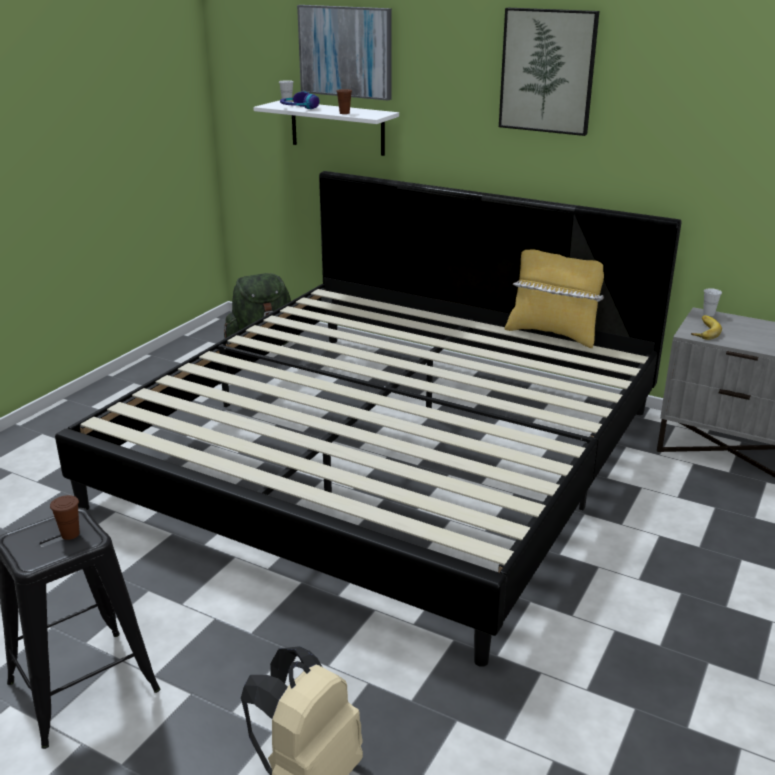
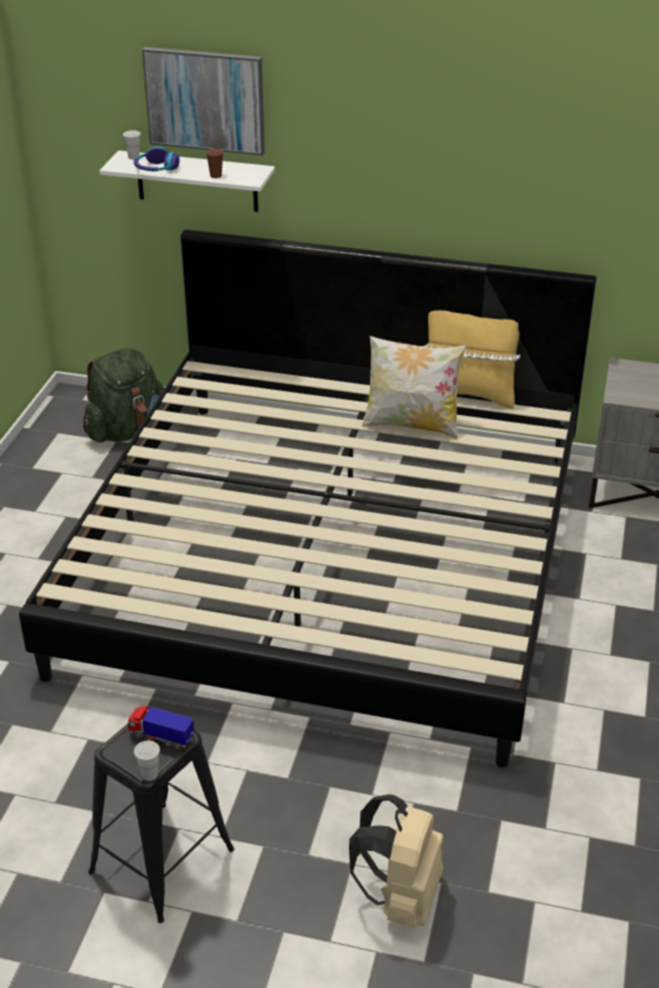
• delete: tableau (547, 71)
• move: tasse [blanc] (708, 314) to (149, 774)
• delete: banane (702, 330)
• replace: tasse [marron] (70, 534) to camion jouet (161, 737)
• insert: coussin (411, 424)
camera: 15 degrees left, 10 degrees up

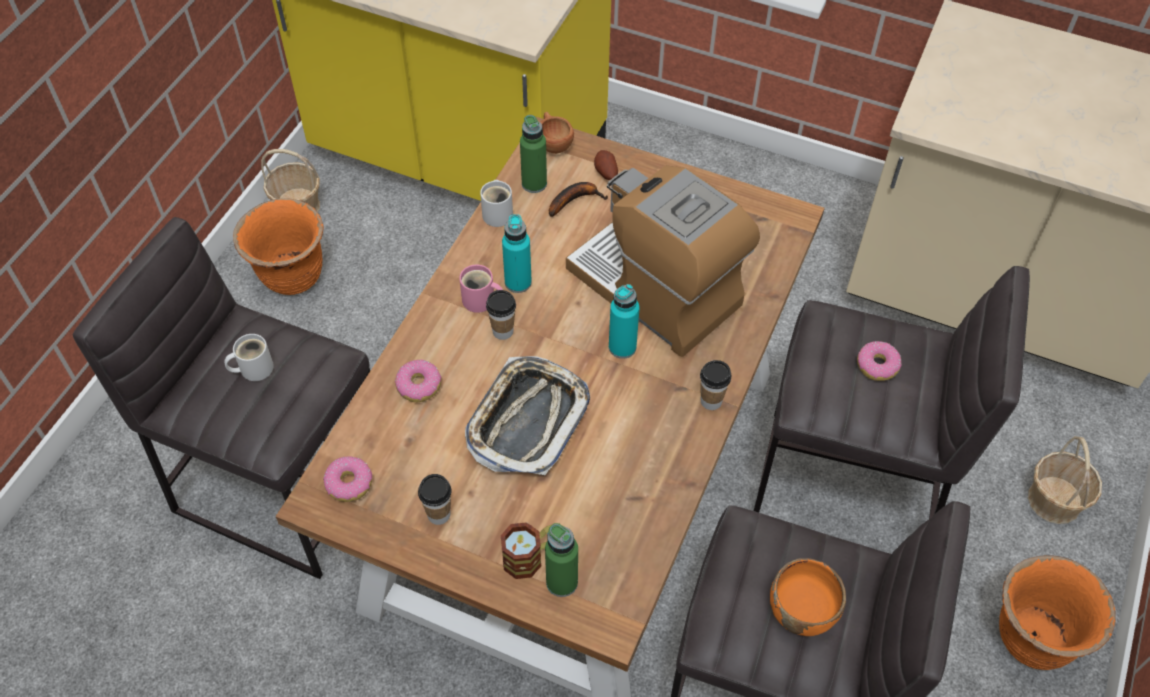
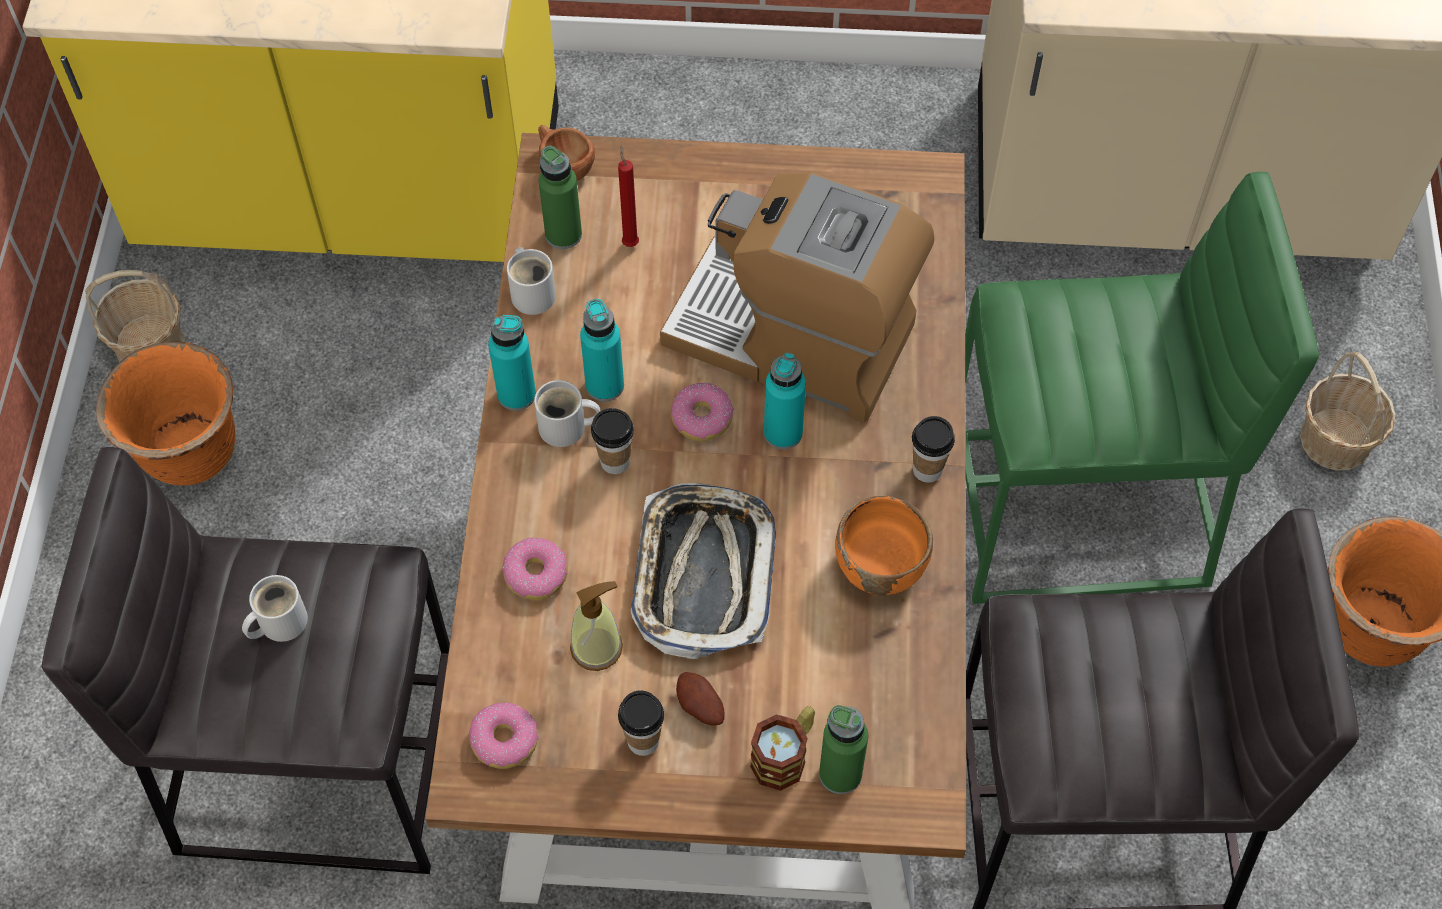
• move: pomme de terre (605, 173) to (699, 707)
• replace: banane (575, 200) to bougie [rouge] (630, 242)
• recolor: mug [rose] (481, 301) to mug [blanc] (566, 428)
• recolor: tabouret [gris] (847, 490) to tabouret [vert] (1078, 512)
• move: beignet (877, 365) to (701, 418)
• move: bol [orange] (802, 611) to (881, 566)
• insert: bouteille [turquoise] (516, 394)
• insert: distributeur de savon (597, 647)
camera: 20 degrees left, 5 degrees up

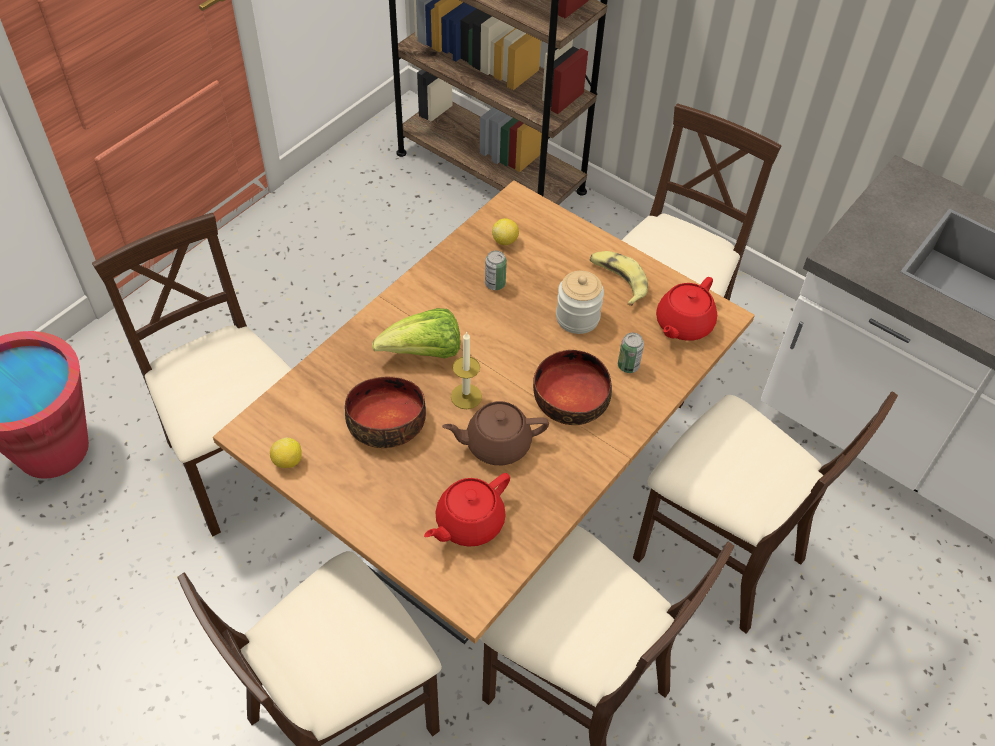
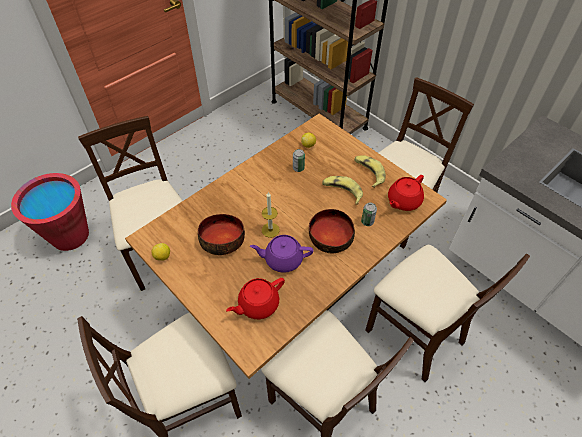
• replace: bocal (577, 318) to banane (342, 191)
• delete: laitue (424, 353)
• recolor: théière [marron] (496, 444) to théière [violet] (283, 259)
camera: 10 degrees right, 0 degrees up

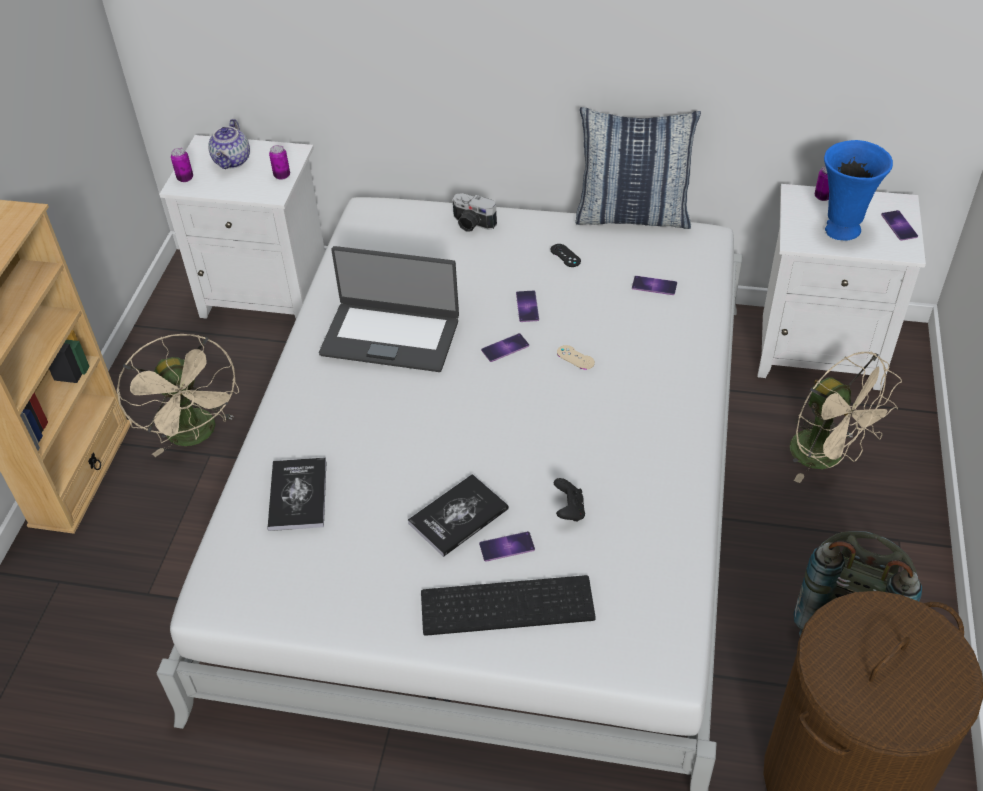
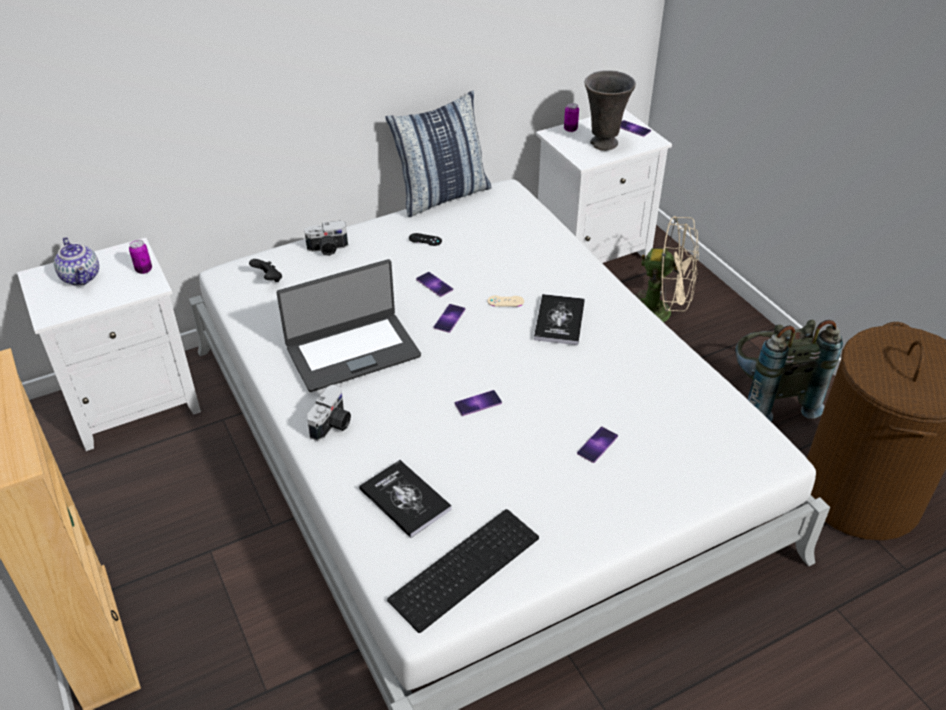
• recolor: vase [bleu] (841, 230) to vase [gris] (603, 144)
• delete: boîte métallique (185, 178)
• move: téléphone (654, 285) to (478, 403)
• delete: ventilateur [beige] (196, 435)
• move: livre (458, 516) to (559, 321)
• move: manette [noir] (569, 510) to (268, 279)
• move: clavier (508, 603) to (464, 565)
• insert: appareil photo (333, 424)
camera: 40 degrees left, 5 degrees down

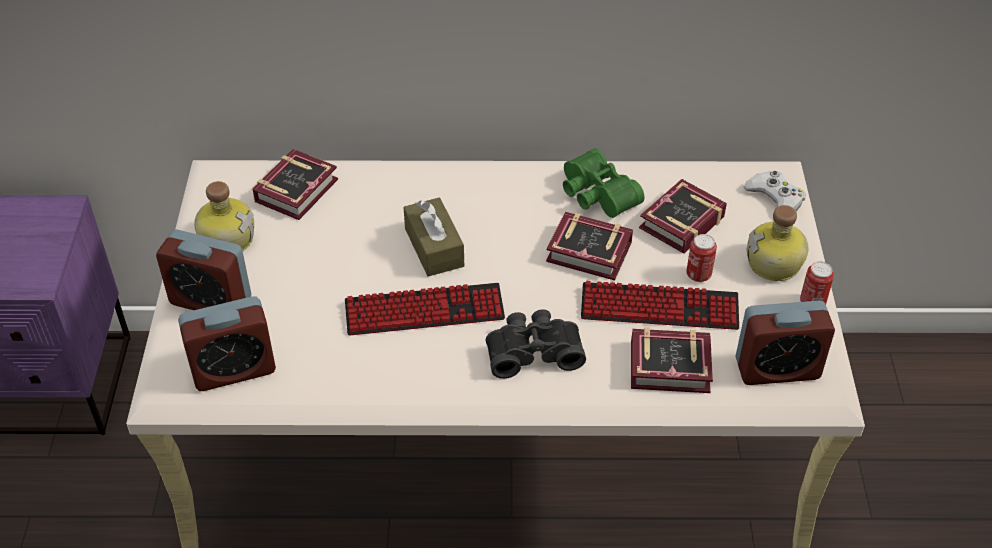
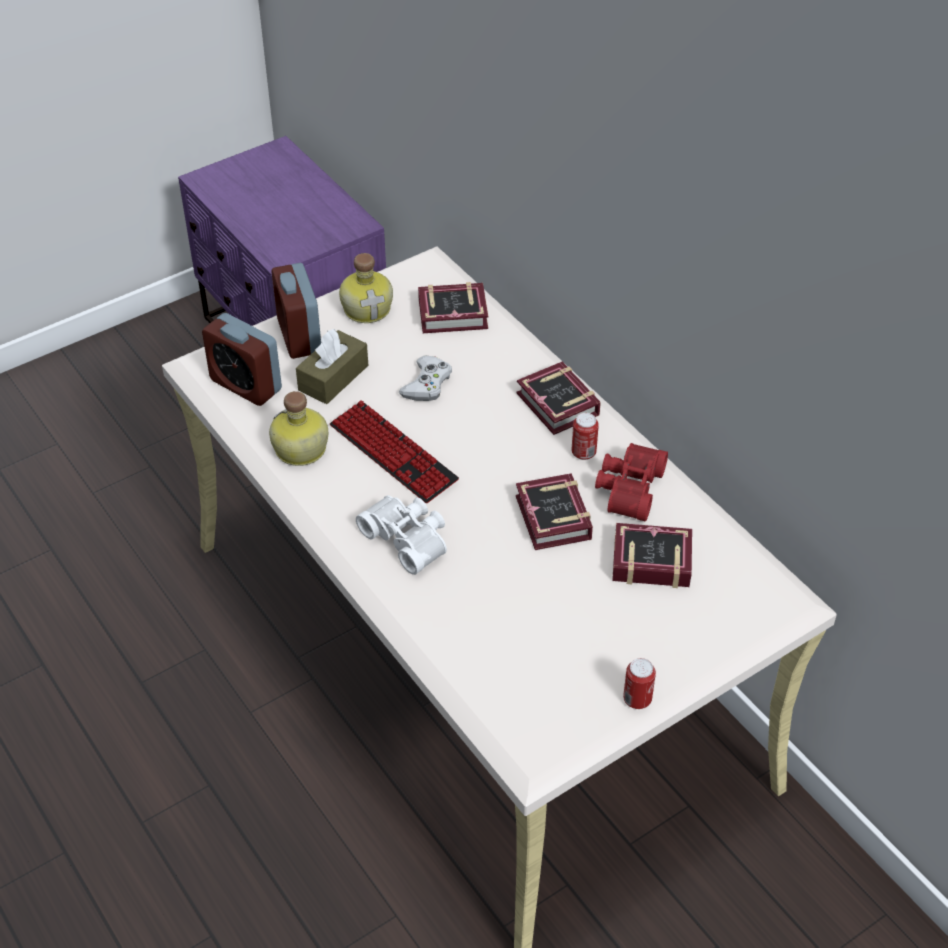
• recolor: jumelles [vert] (595, 195) to jumelles [rouge] (627, 488)
• move: manette [blanc] (775, 198) to (427, 384)
• move: boîte à mouchoirs [marron] (434, 247) to (333, 378)
• move: bouteille (775, 264) to (300, 450)
• move: boîte métallique (698, 275) to (583, 453)
• delete: clavier (659, 308)
• delete: réveil (777, 369)
• recolor: jumelles [noir] (533, 351) to jumelles [blanc] (408, 538)
• move: livre (673, 369) to (557, 407)
camera: 55 degrees right, 0 degrees up

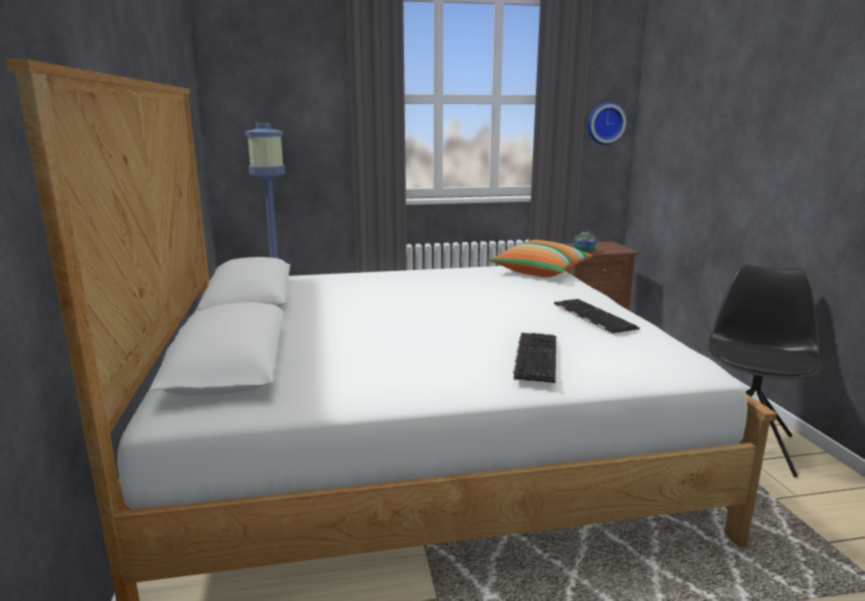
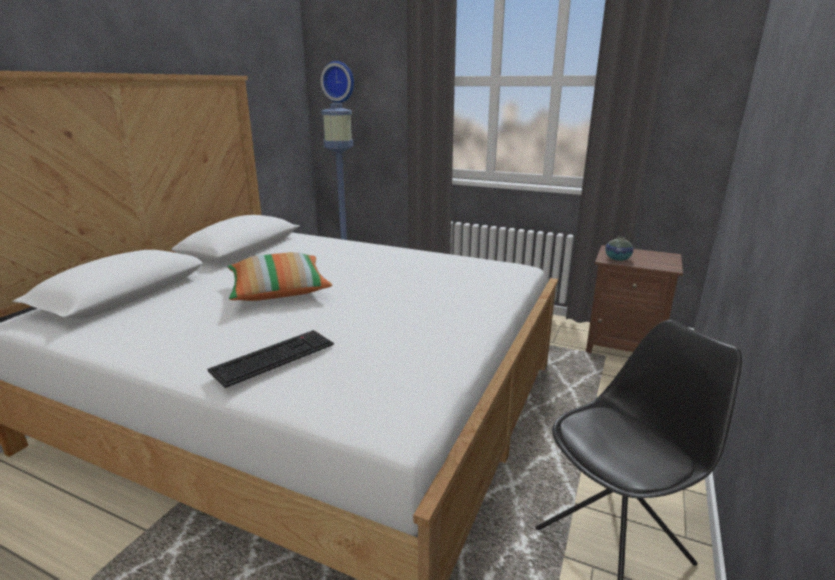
• move: horloge murale (605, 123) to (339, 82)
• move: coussin (541, 272) to (278, 291)
• delete: clavier (592, 316)
camera: 35 degrees right, 5 degrees up

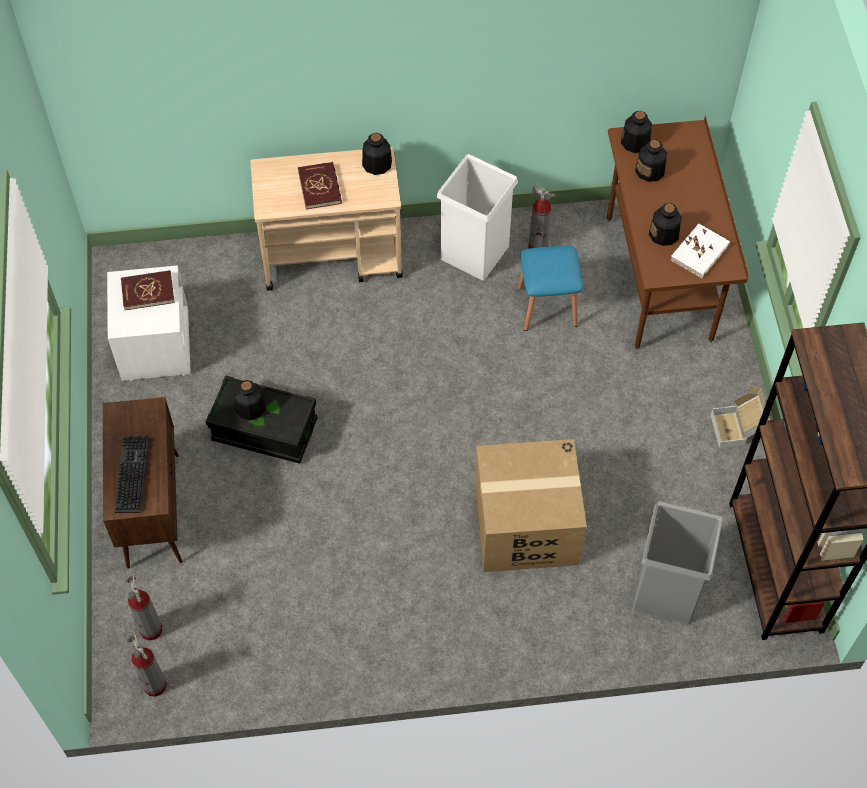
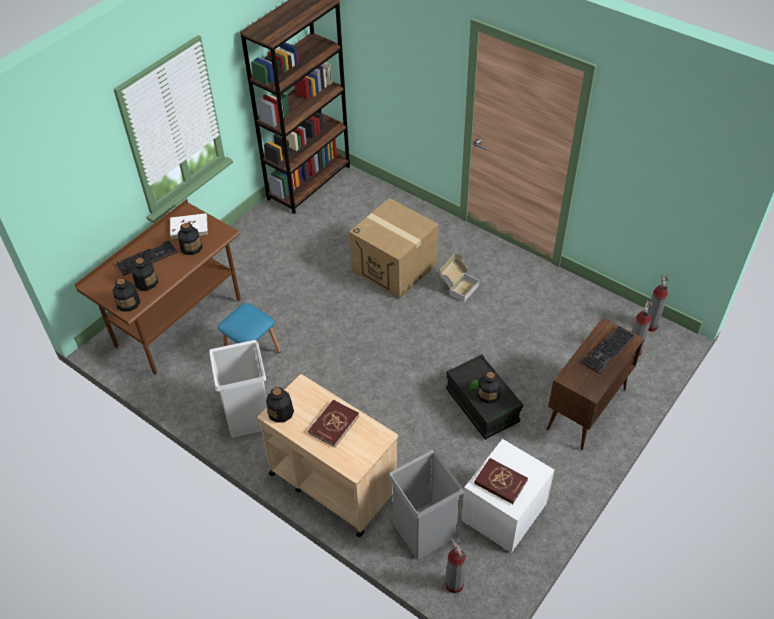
• move: extincteur (538, 247) to (454, 584)
• move: carton (737, 429) to (458, 287)
• move: poubelle [gris] (666, 591) to (424, 530)
• insert: clavier (147, 257)
camera: 135 degrees left, 10 degrees down

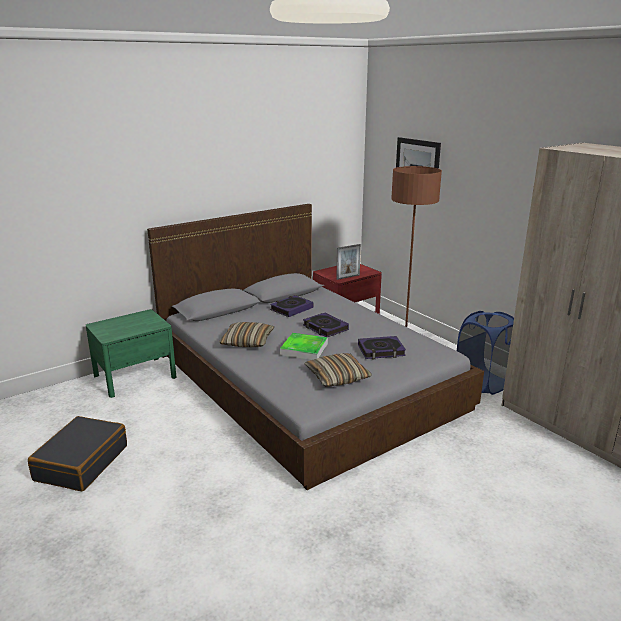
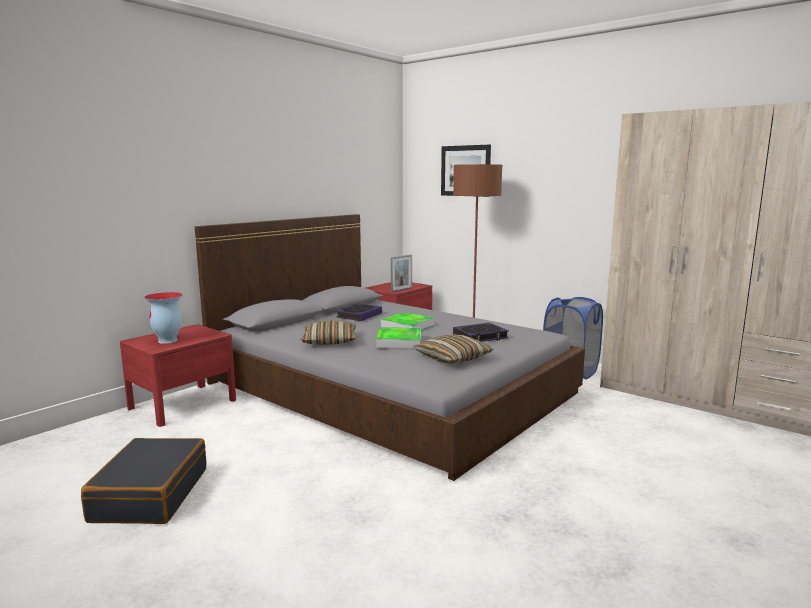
• recolor: table de chevet [vert] (135, 376) to table de chevet [rouge] (183, 404)
• replace: livre (325, 328) to plateau (407, 325)
• insert: vase (168, 341)
camera: 15 degrees left, 10 degrees down

